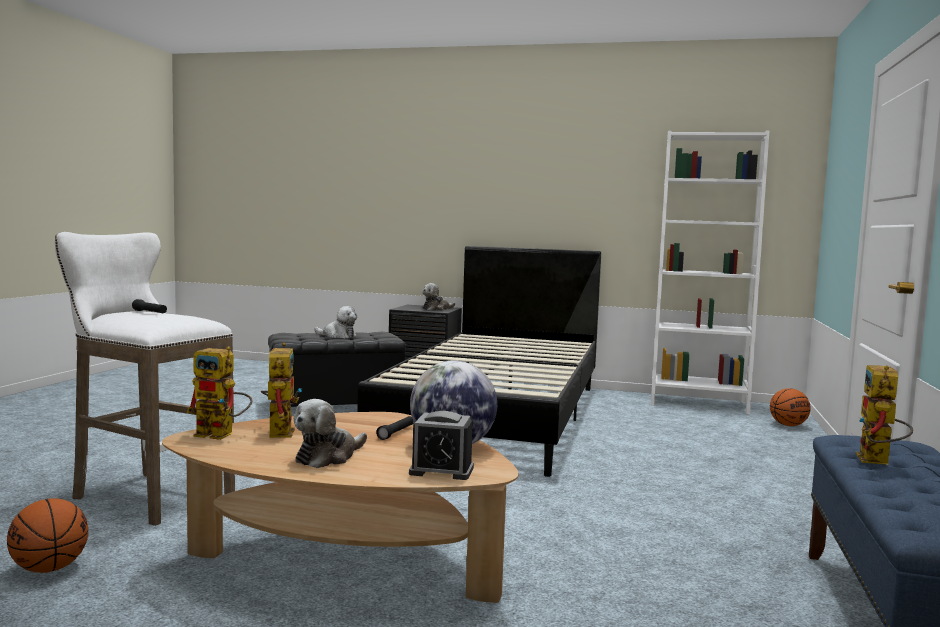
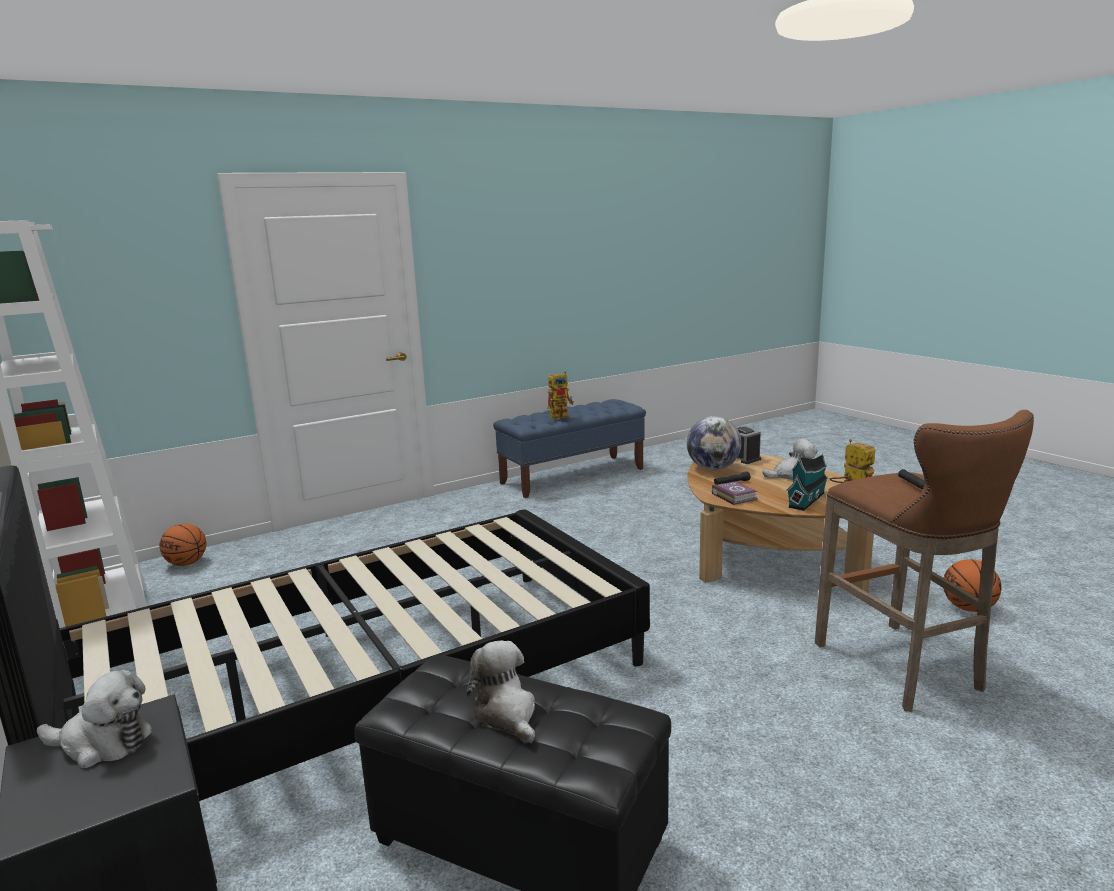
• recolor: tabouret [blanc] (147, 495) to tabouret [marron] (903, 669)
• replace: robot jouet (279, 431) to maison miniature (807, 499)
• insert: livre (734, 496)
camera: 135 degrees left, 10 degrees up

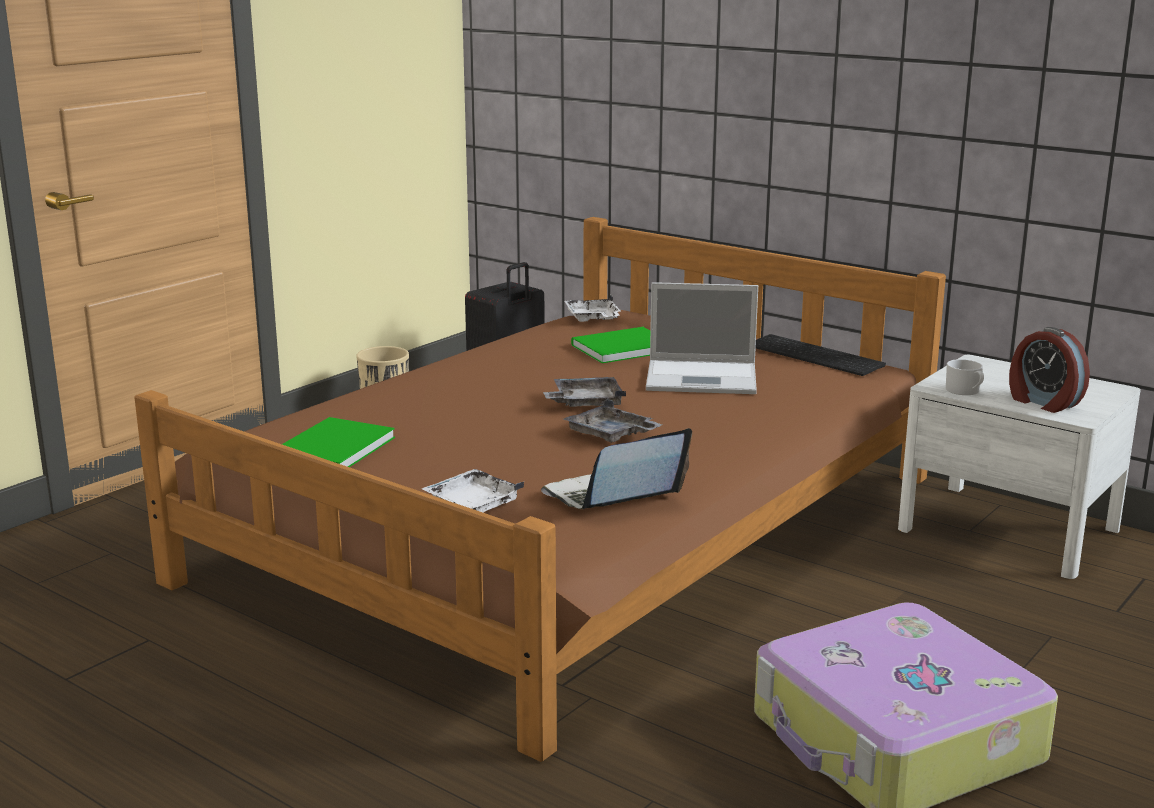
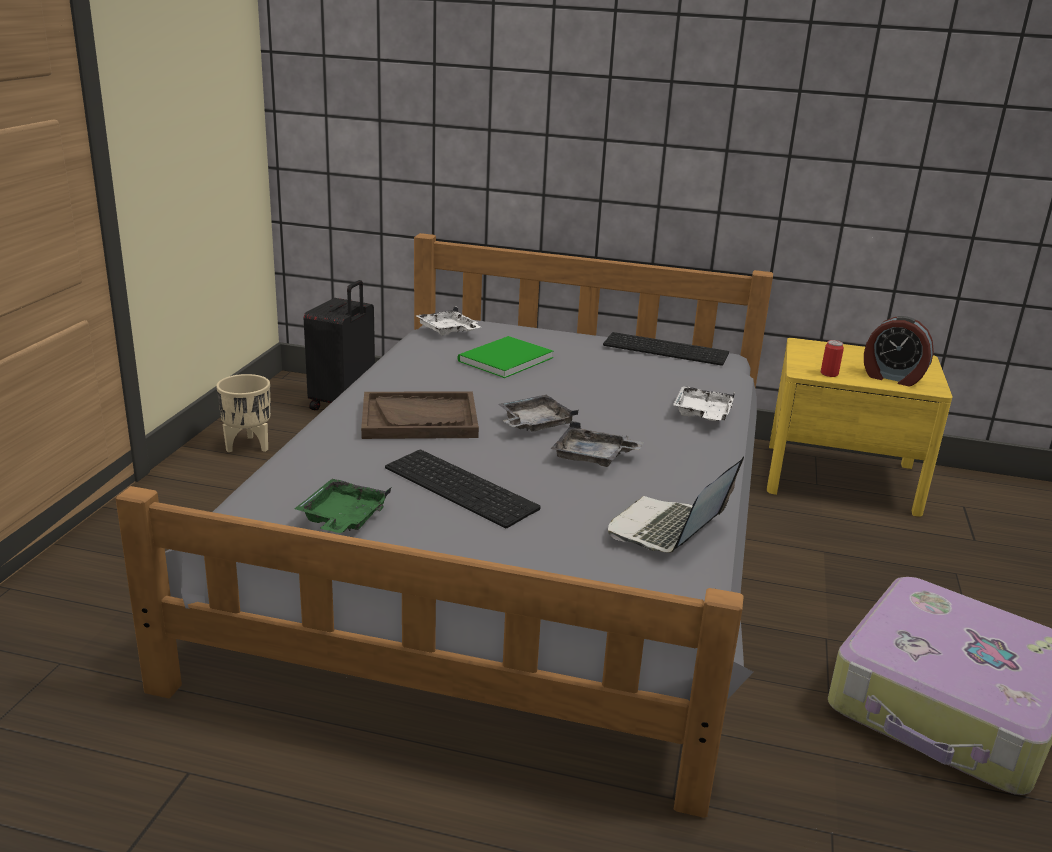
• recolor: lit [marron] (573, 528) to lit [gris] (517, 539)
• delete: ordinateur portable (704, 378)
• recolor: table de chevet [blanc] (1008, 529) to table de chevet [jaune] (841, 478)
• replace: mug [blanc] (965, 391) to boîte métallique (829, 374)
• replace: livre [vert] (329, 449) to plateau [vert] (343, 518)
• move: plateau [blanc] (470, 507) to (702, 414)
• insert: plateau [marron] (420, 419)
• insert: clavier (463, 487)
camera: 25 degrees left, 5 degrees up

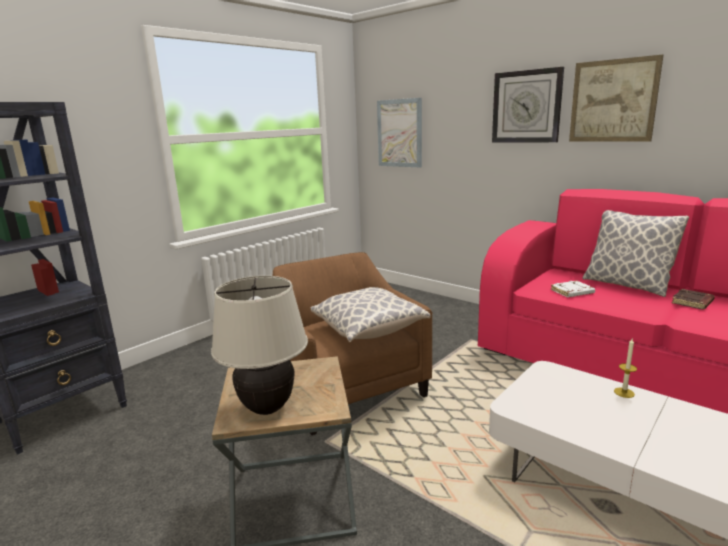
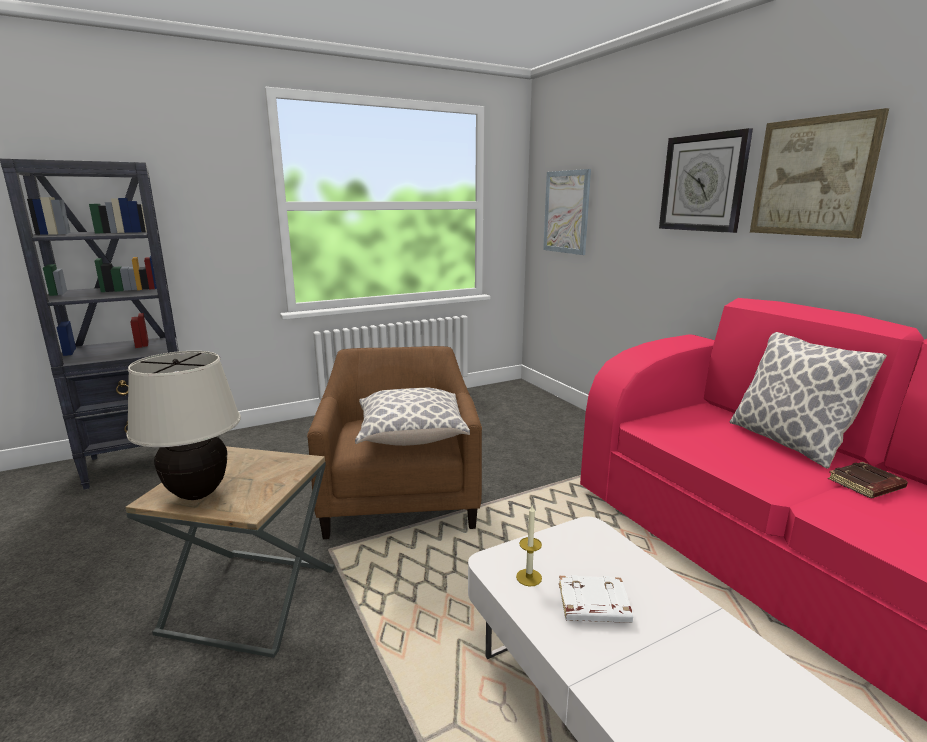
• move: livre [blanc] (572, 292) to (593, 605)
• move: bougie (624, 392) to (529, 577)
camera: 20 degrees right, 0 degrees up

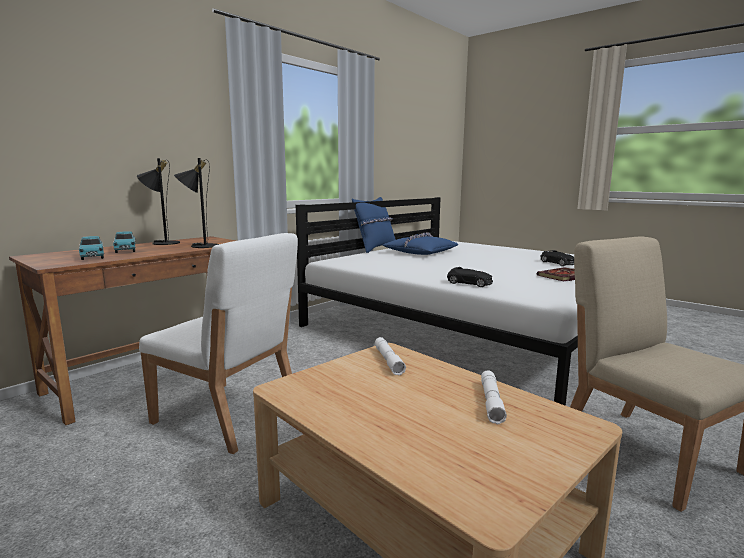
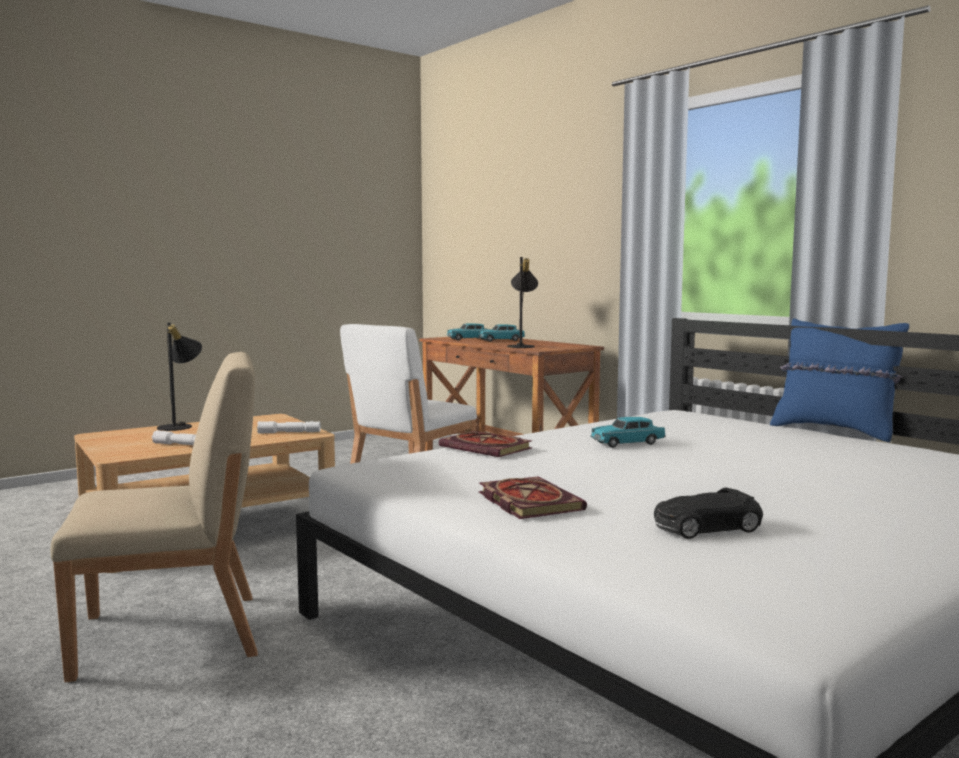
• move: lampe de table [noir] (162, 242) to (180, 426)
• delete: coussin [bleu] (420, 252)
• replace: petite voiture [noir] (470, 283) to livre (488, 448)
• insert: petite voiture [turquoise] (627, 443)
camera: 100 degrees right, 5 degrees down

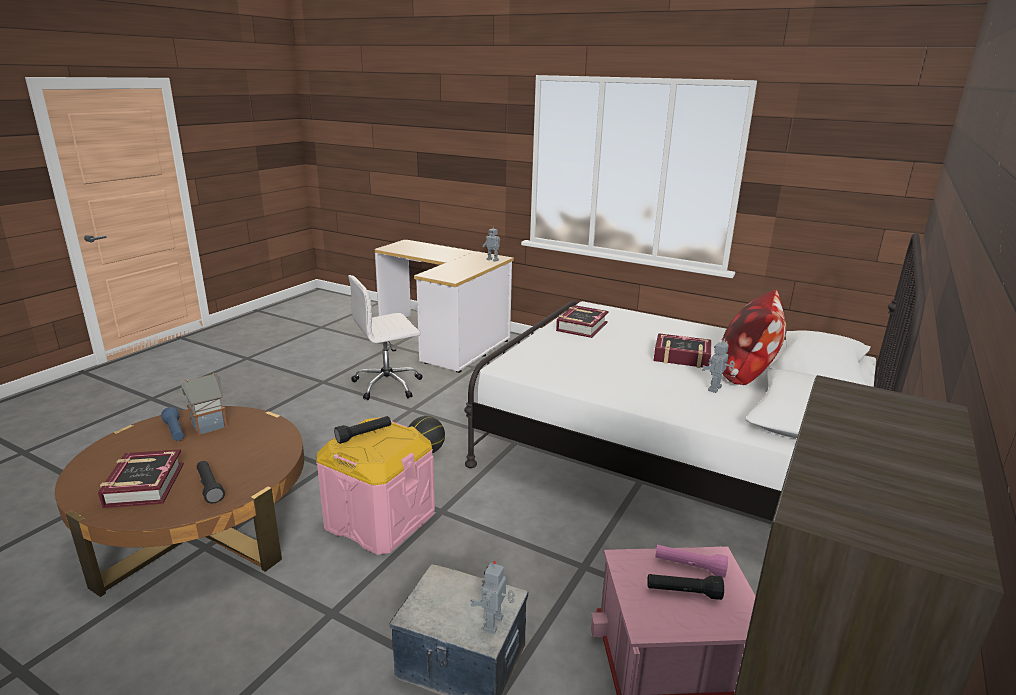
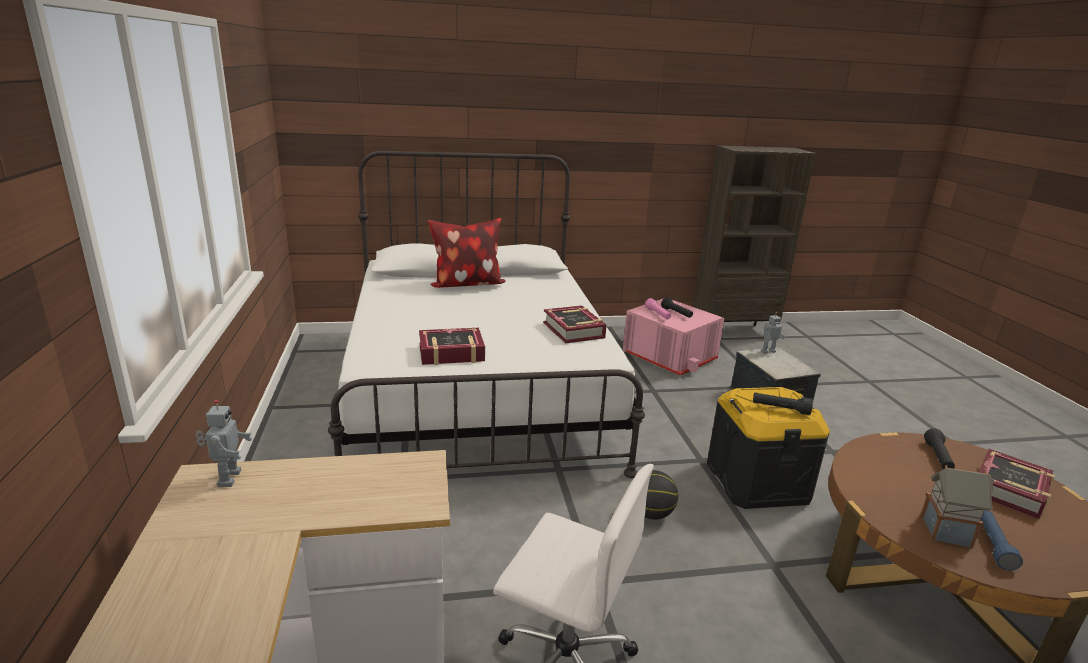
• move: livre (681, 357) to (574, 330)
• delete: robot jouet (715, 389)
• recolor: boîte de rangement [rose] (380, 519) to boîte de rangement [noir] (757, 482)
camera: 130 degrees left, 0 degrees up

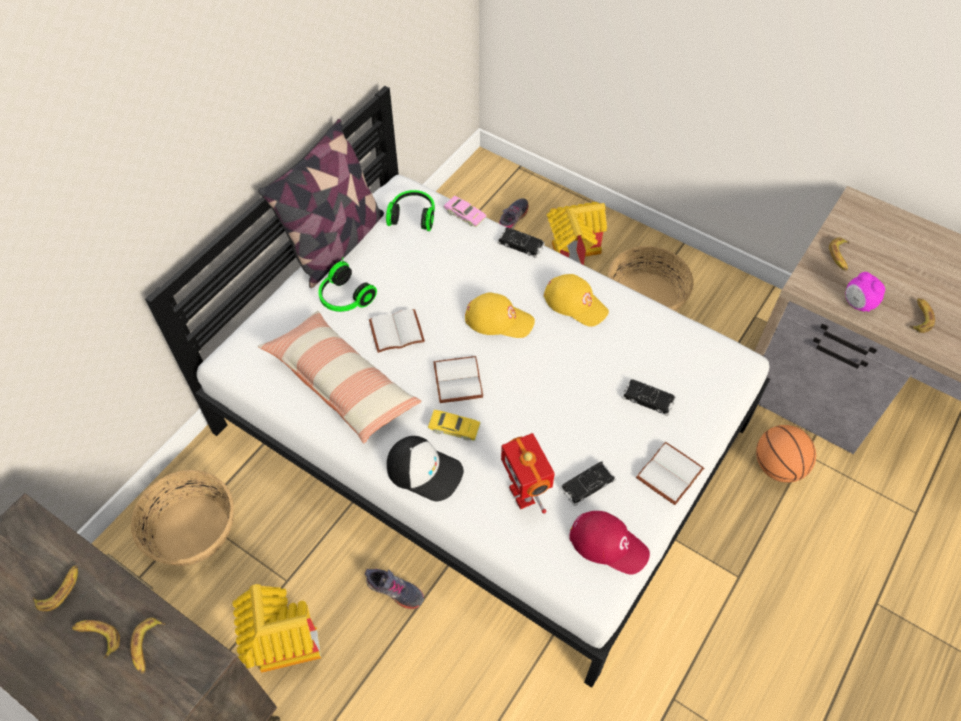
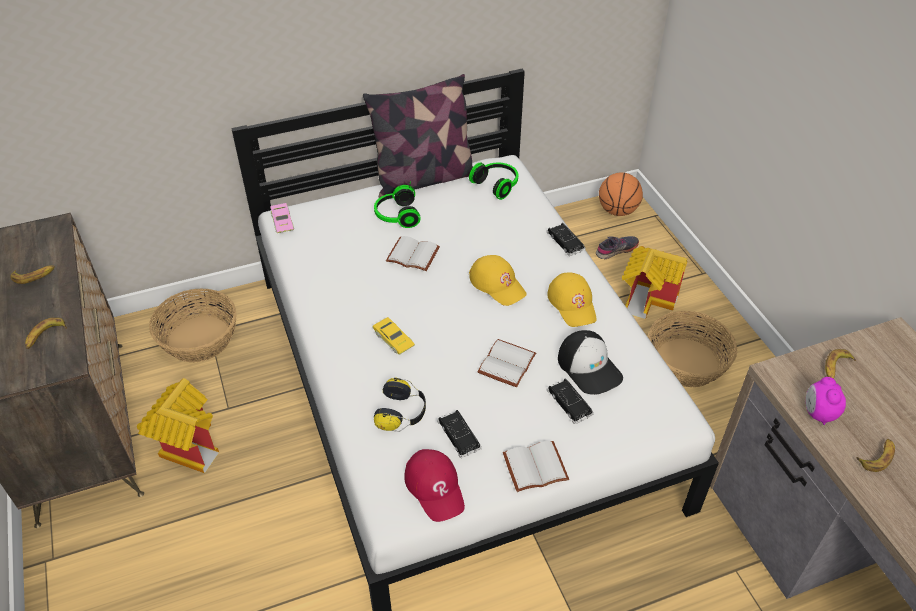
• move: petite voiture [rose] (465, 214) to (282, 222)
• delete: coussin (341, 384)
• move: livre [blanc] (456, 380) to (505, 363)
• move: ballon de basket (778, 466) to (617, 211)
• replace: robot jouet (524, 494) to casque audio (402, 413)
• move: casquette (425, 470) to (589, 367)
• rotate: petite voiture [noir] (587, 485) = (459, 436) 120 degrees counterclockwise
• delete: chaussure [gris] (395, 591)
• delete: banane (97, 637)
camera: 35 degrees right, 10 degrees down

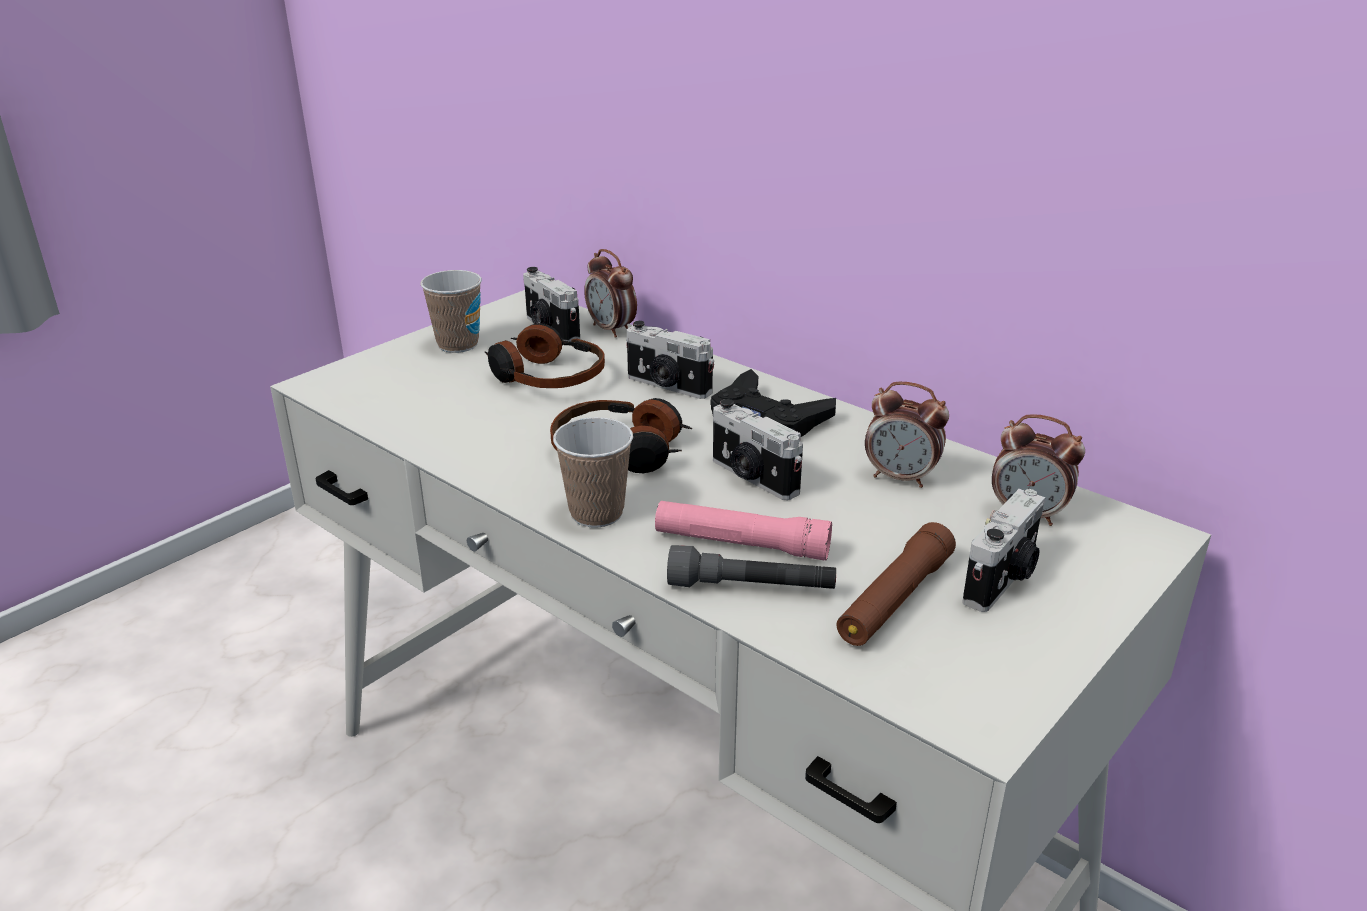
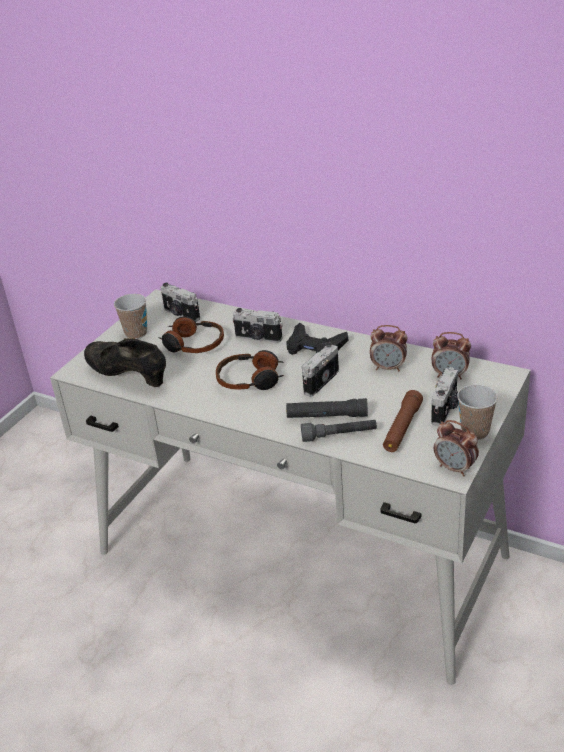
• move: réveil (611, 330) to (455, 468)
• rotate: appareil photo (752, 478) = (319, 381) 90 degrees clockwise
• move: tasse (596, 513) to (475, 432)
• recolor: lampe de poche [rose] (741, 544) to lampe de poche [noir] (327, 416)
• insert: chaussure [noir] (128, 376)
camera: 10 degrees left, 5 degrees up

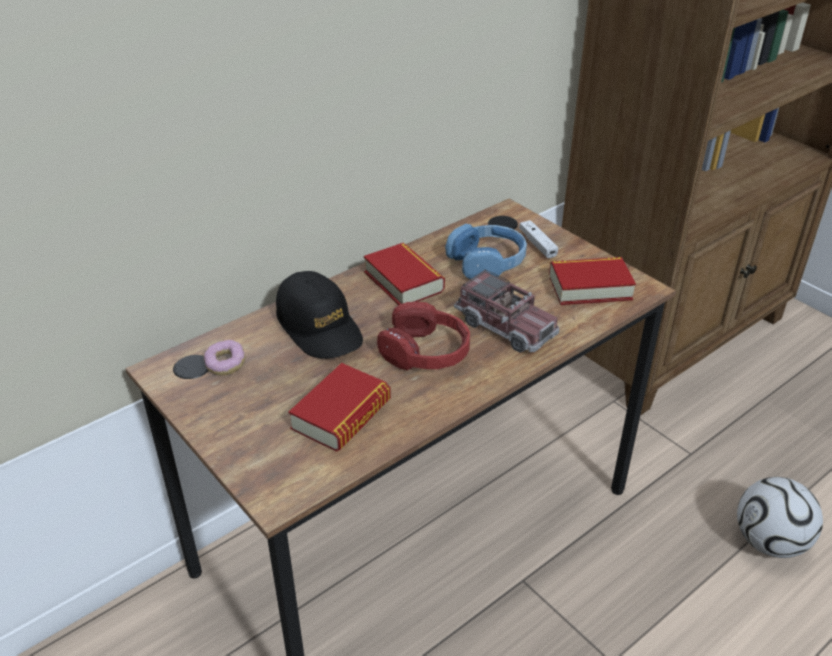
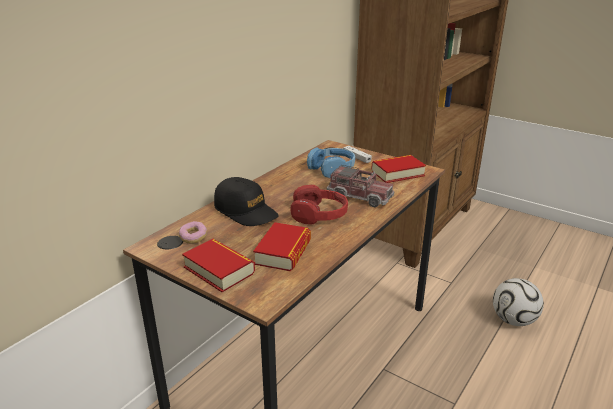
• move: livre (403, 281) to (219, 270)
camera: 15 degrees left, 10 degrees down

